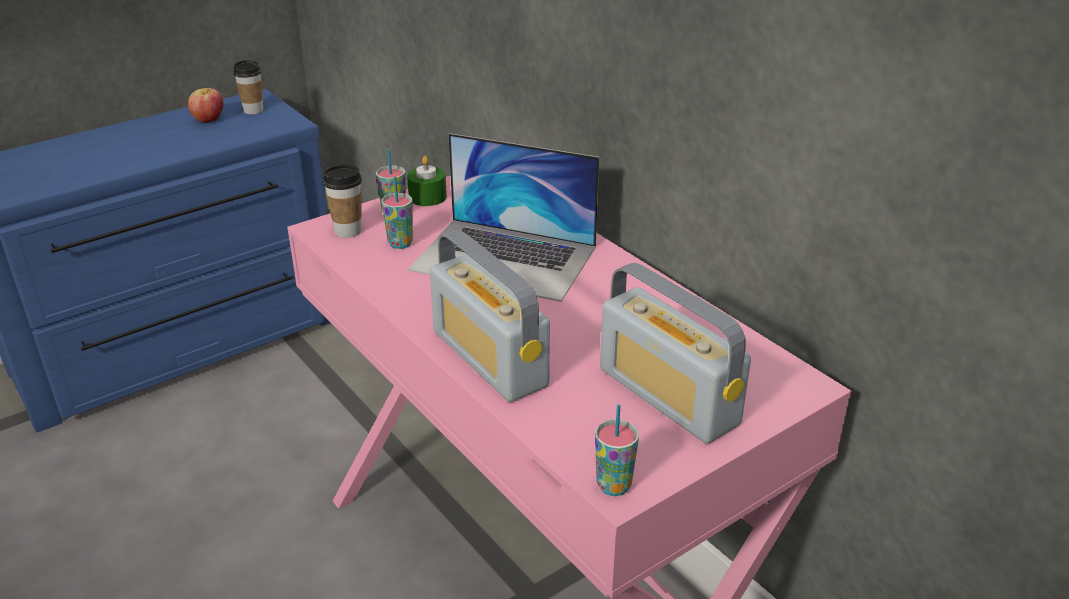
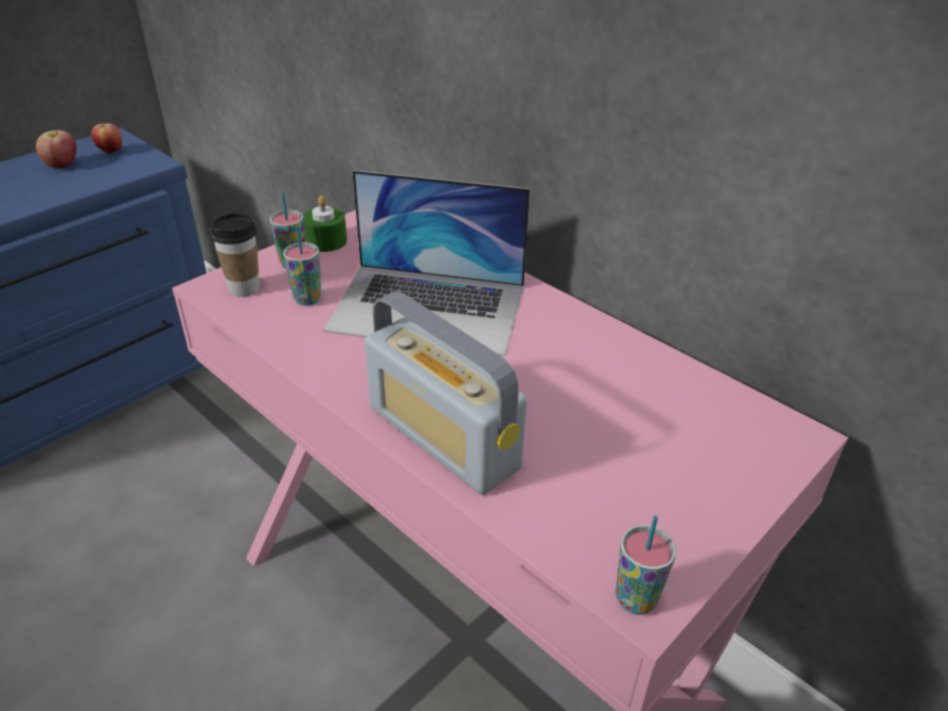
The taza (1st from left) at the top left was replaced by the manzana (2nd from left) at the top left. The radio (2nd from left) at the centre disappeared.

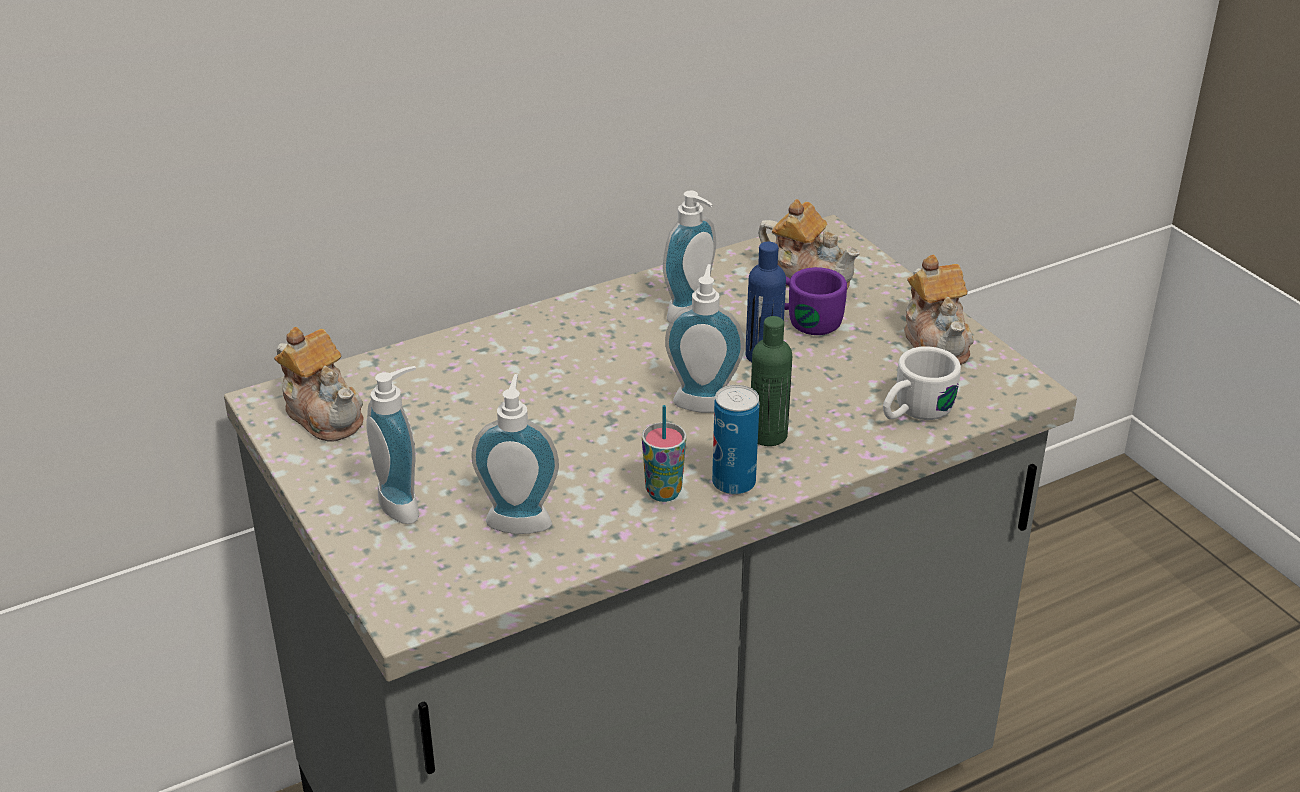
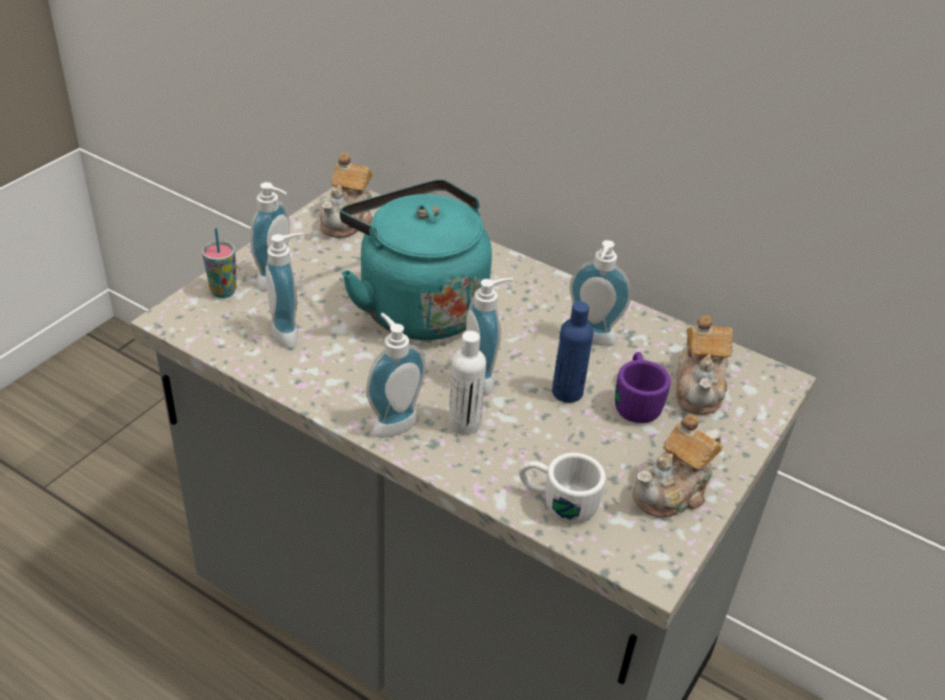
The taza moved from the centre to the middle left. The lata at the centre was replaced by the dispensador de jabón (3rd from left) at the centre. The botella/verde at the centre became the botella/blanco at the centre. The hervidor/turquesa at the centre appeared.

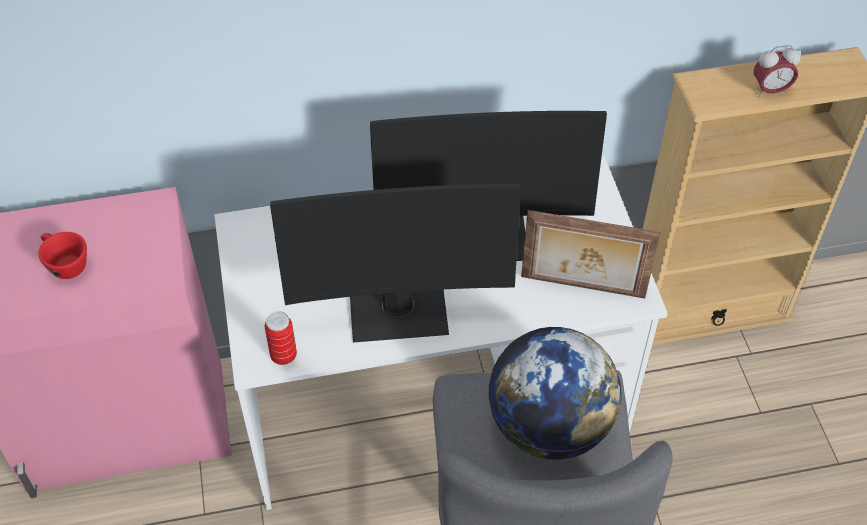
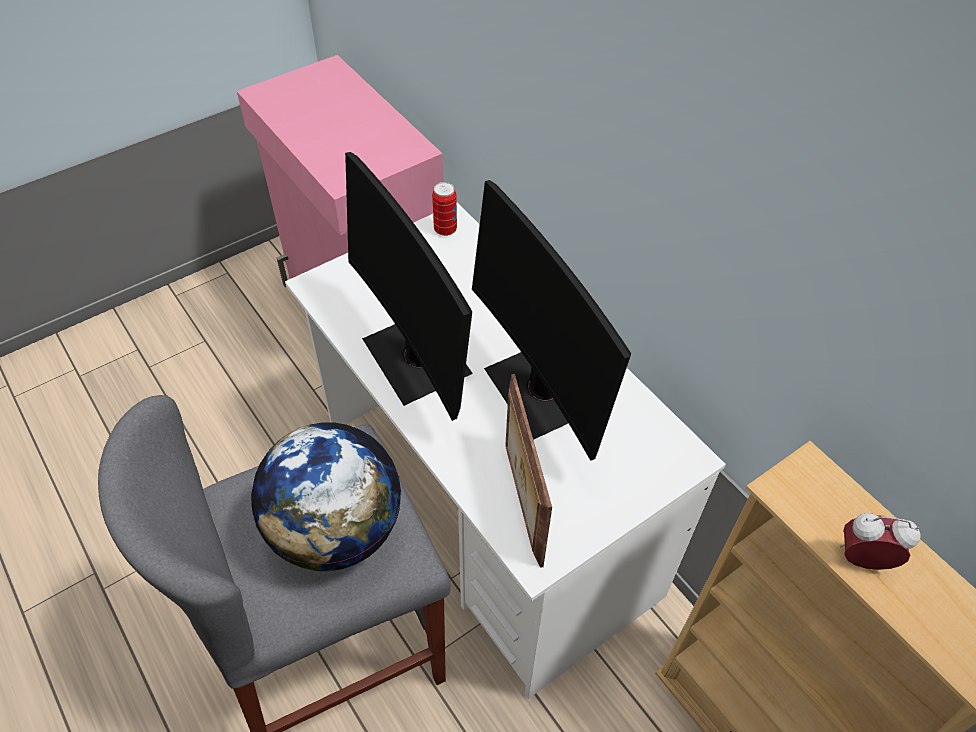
The taza/rojo at the middle left disappeared. The lata moved from the middle left to the top centre. The despertador at the top right turned 135 degrees clockwise.

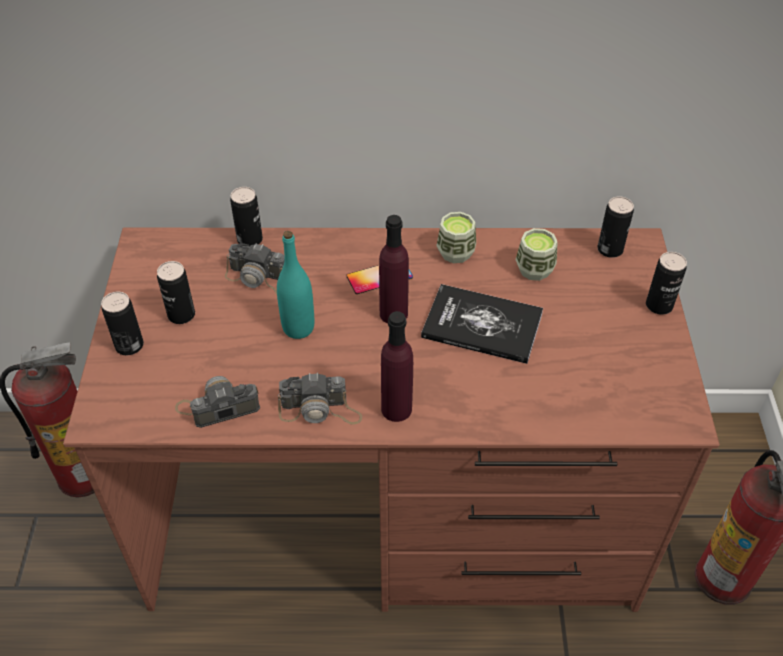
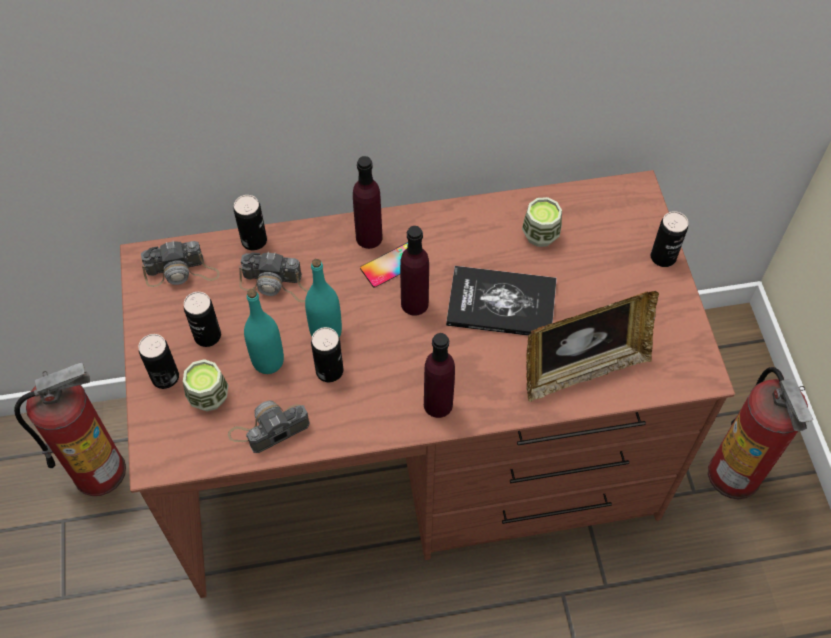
The cámara (3rd from left in the first image) moved from the centre to the middle left. The taza (1st from left) moved from the centre to the middle left. The lata (4th from left) moved from the middle right to the centre. The botella/turquesa (1st from left) at the middle left appeared. The botella/morado (1st from left) at the top centre appeared. The portarretratos at the middle right appeared.

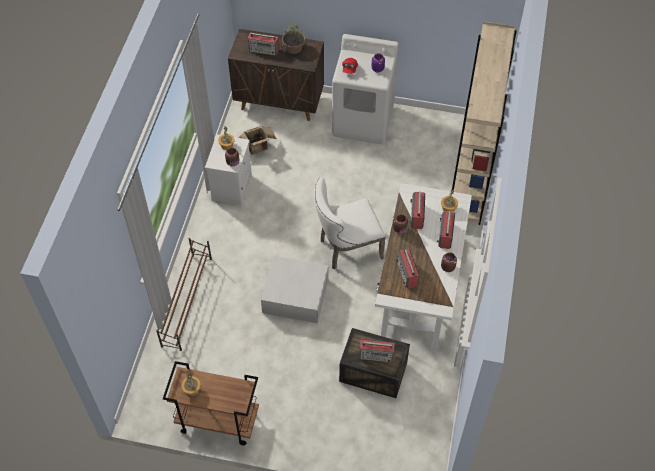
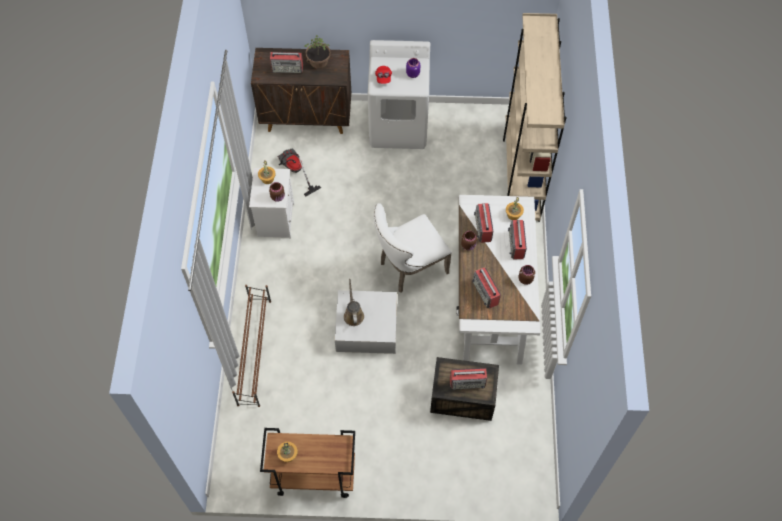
The caja de cartón at the top centre was replaced by the aspiradora at the top centre. The regadera/marrón at the centre appeared.

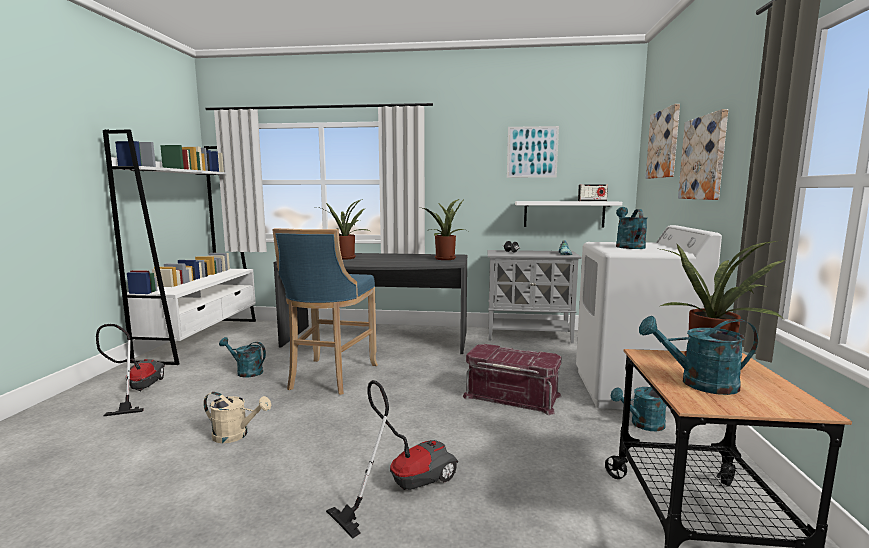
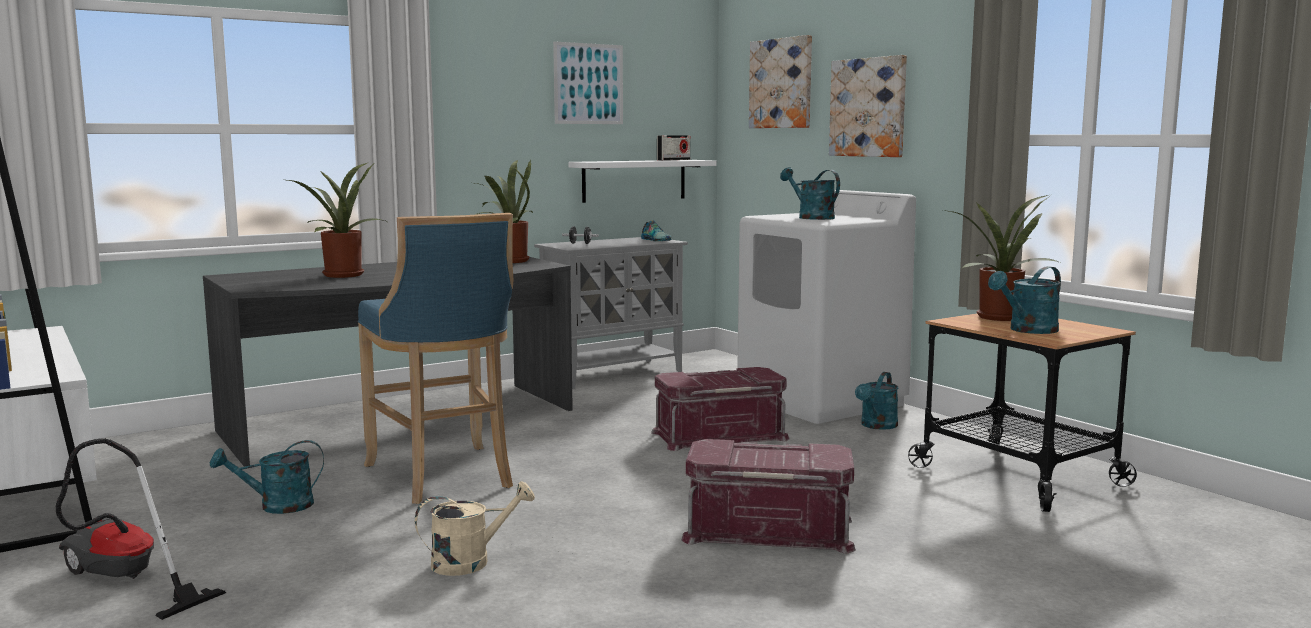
The aspiradora (2nd from left) at the bottom centre was replaced by the caja de almacenaje/rojo (2nd from left) at the bottom centre.

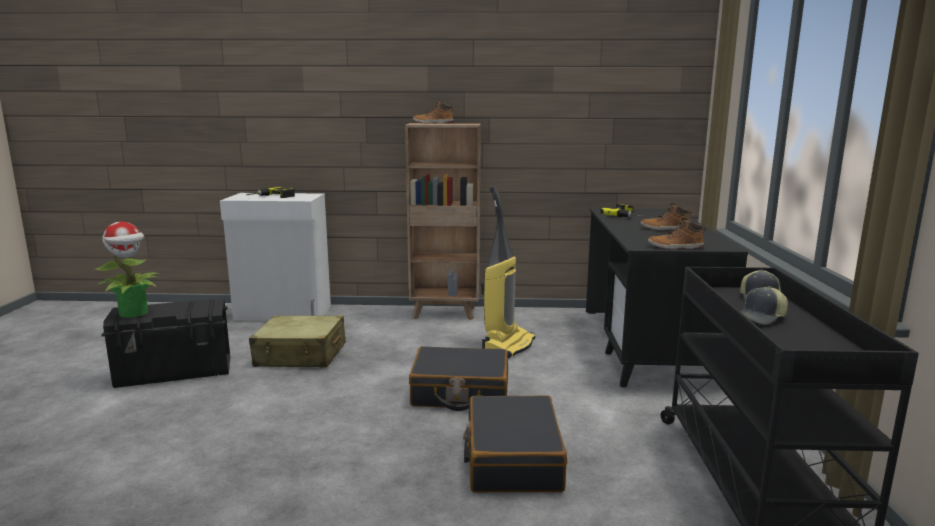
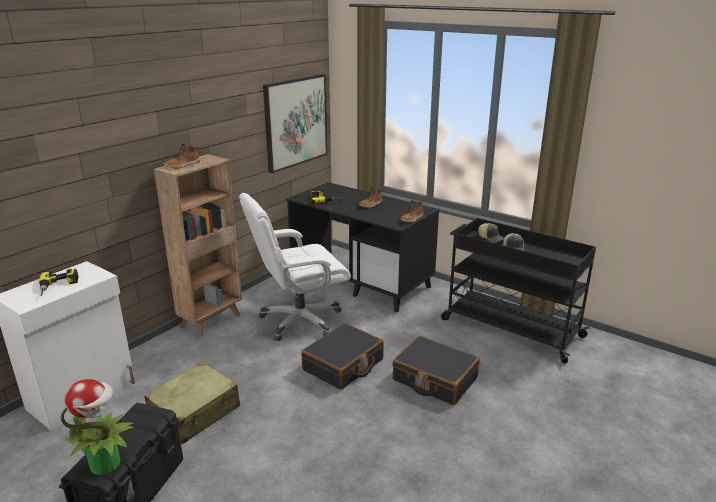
The aspiradora at the centre was replaced by the silla de oficina/blanco at the centre. The cuadro at the top centre appeared.

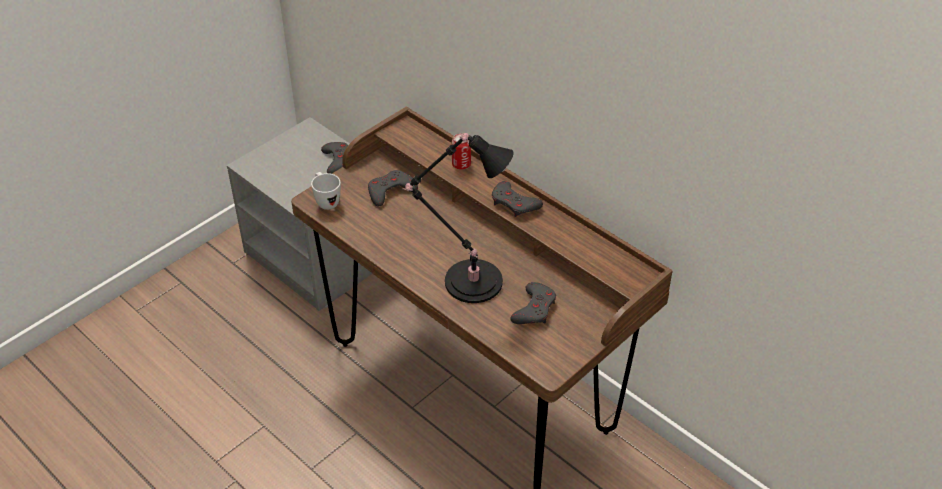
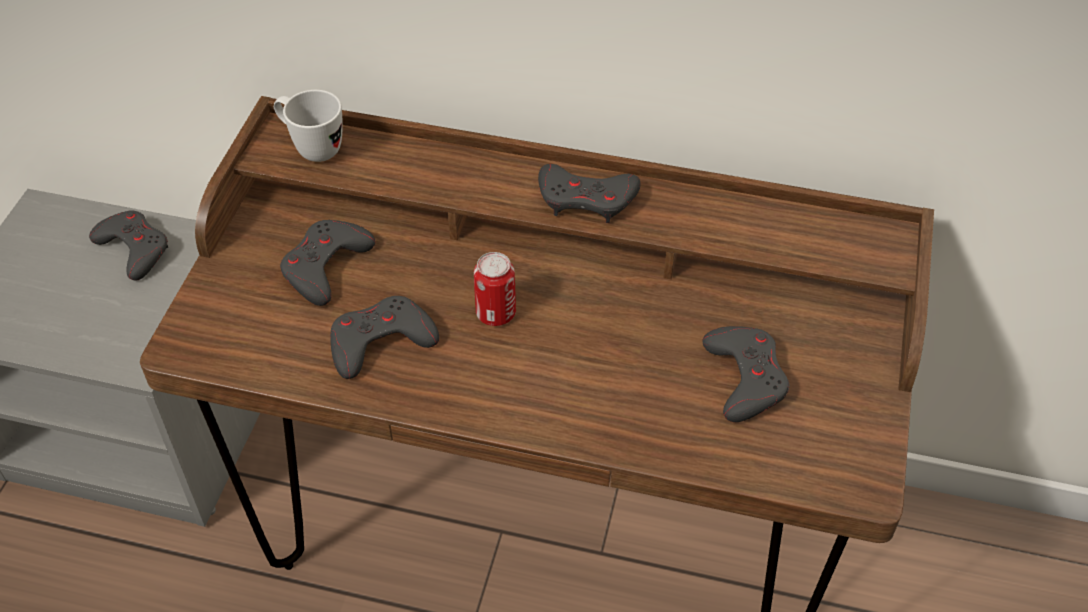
The taza grande/blanco moved from the centre to the top left. The lámpara de mesa/negro at the centre disappeared. The lata moved from the top centre to the centre. The mando de consola/gris (3rd from left) at the centre appeared.

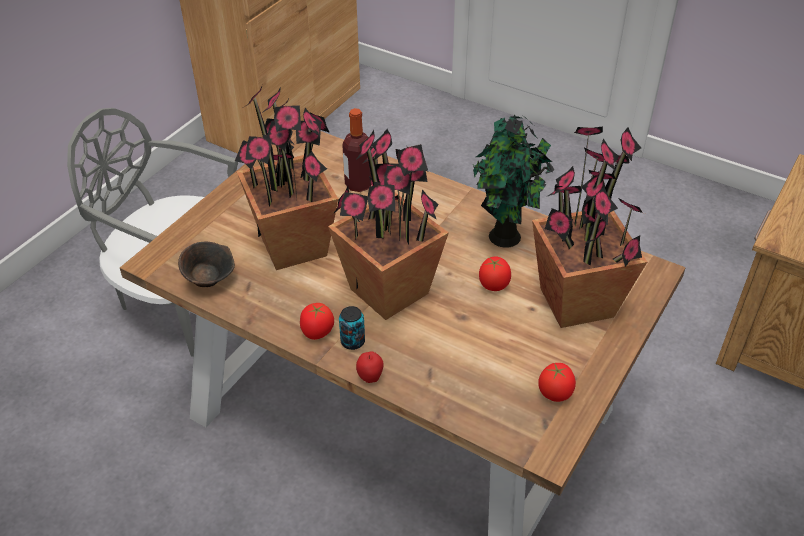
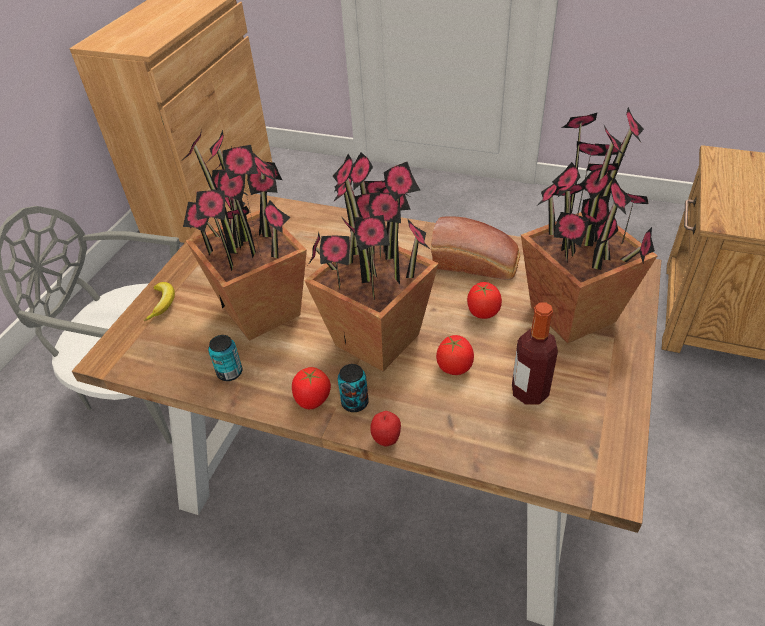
The cuenco/marrón at the middle left disappeared. The botella moved from the top centre to the middle right. The planta en maceta (3rd from left) at the centre was replaced by the pan at the centre. The tomate (3rd from left in the first image) moved from the bottom right to the centre. The plátano at the middle left appeared. The lata (1st from left) at the middle left appeared.

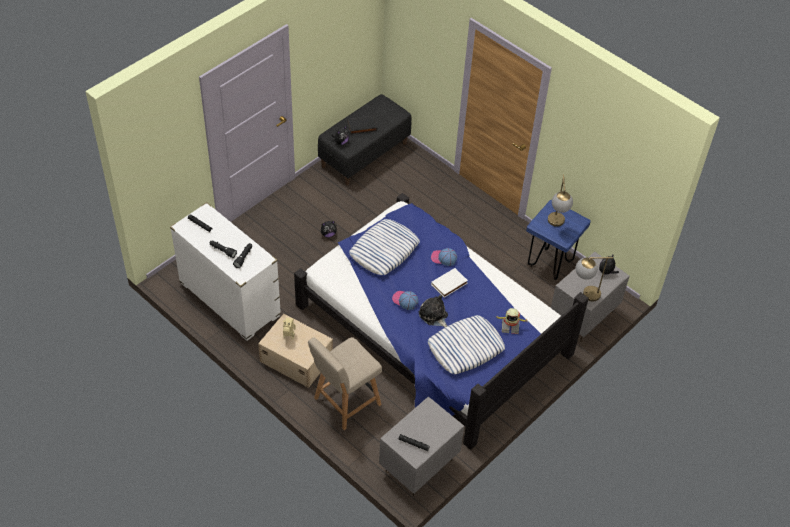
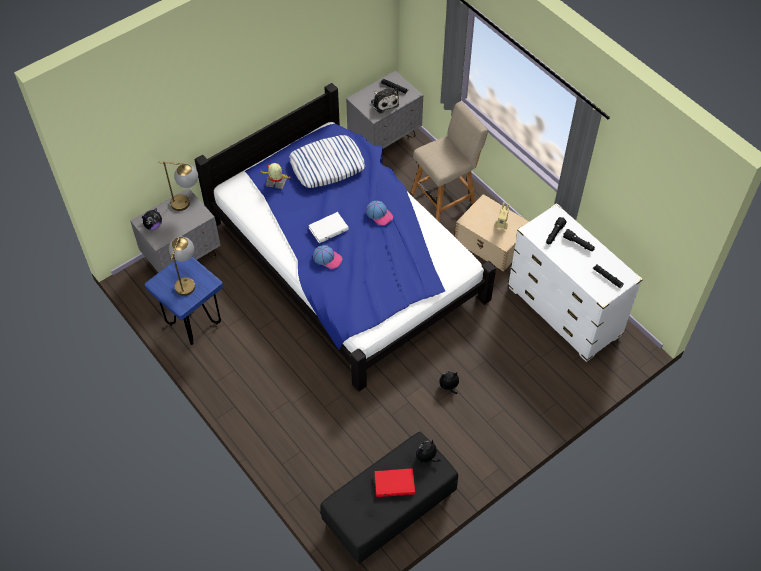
The libro/negro at the top centre became the libro/rojo at the bottom centre. The cojín (1st from left) at the centre disappeared. The peluche (3rd from left in the first image) moved from the centre to the top centre.

